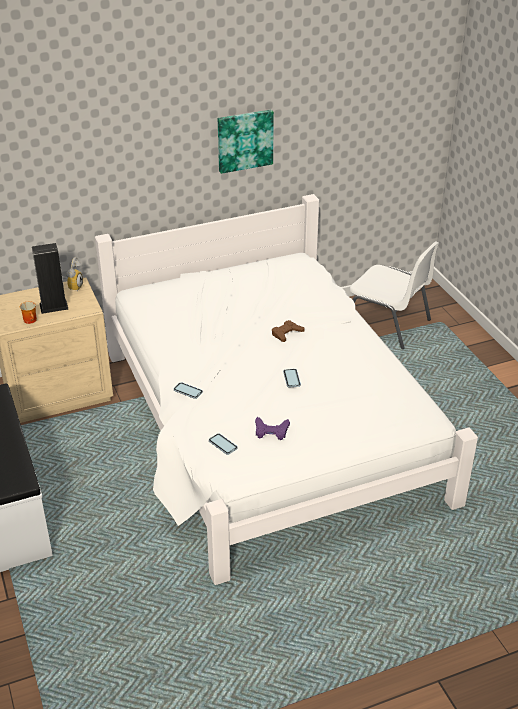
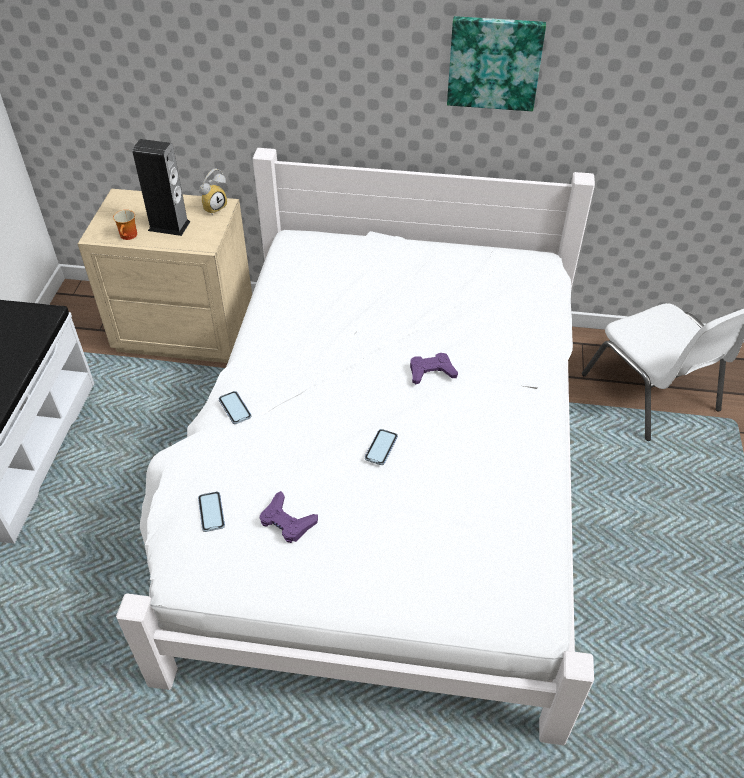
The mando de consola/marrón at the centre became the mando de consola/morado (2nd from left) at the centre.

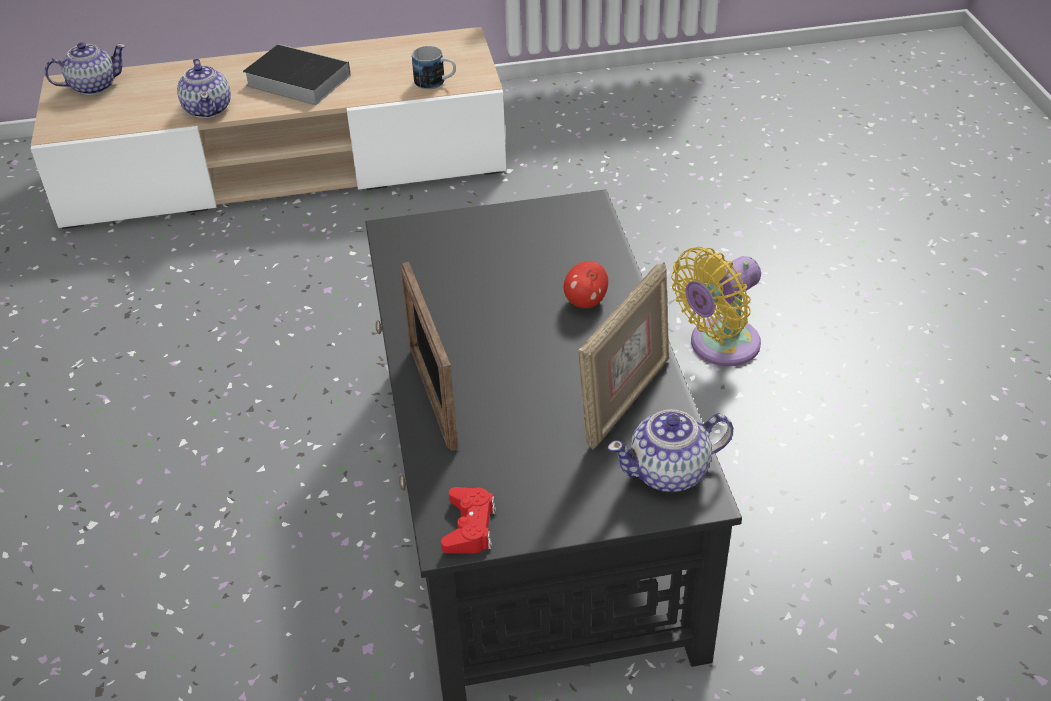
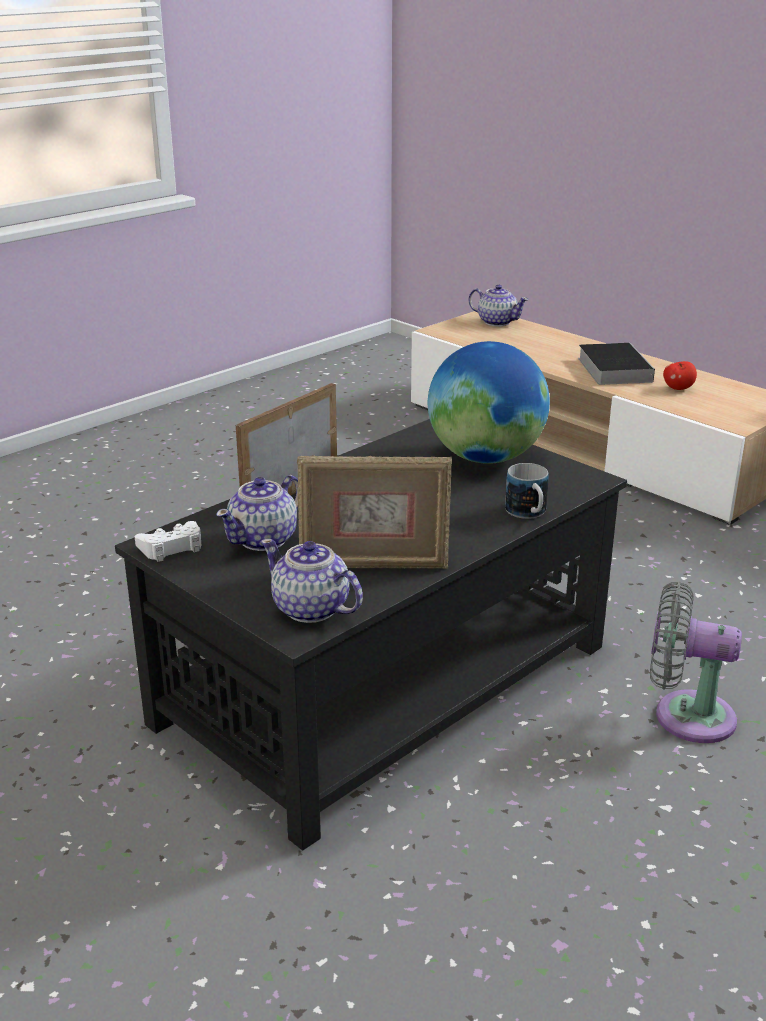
The tetera (2nd from left in the first image) moved from the top left to the centre. The taza grande moved from the top centre to the middle right. The mando de consola/rojo at the bottom centre became the mando de consola/blanco at the middle left. The manzana moved from the centre to the middle right. The ventilador/amarillo at the middle right became the ventilador/gris at the middle right. The globo terráqueo at the centre appeared.

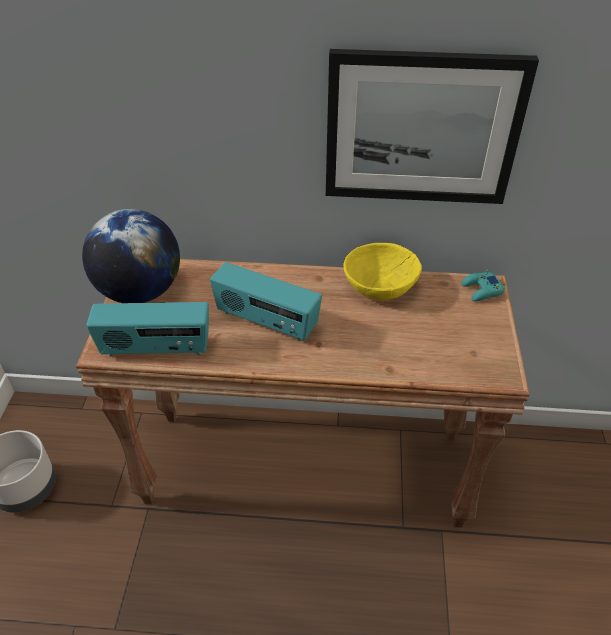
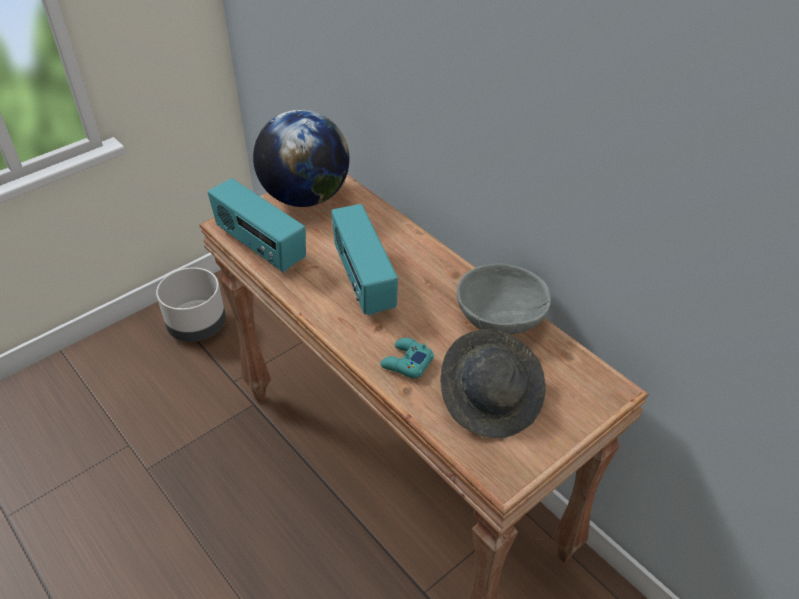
The cuadro at the top right disappeared. The cuenco/amarillo at the centre became the cuenco/gris at the centre. The mando de consola/turquesa moved from the middle right to the centre. The sombrero/gris at the centre appeared.

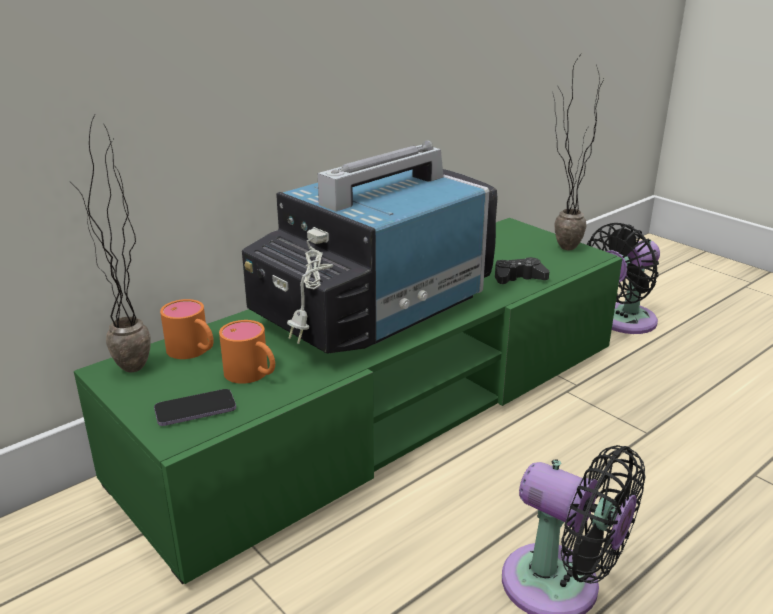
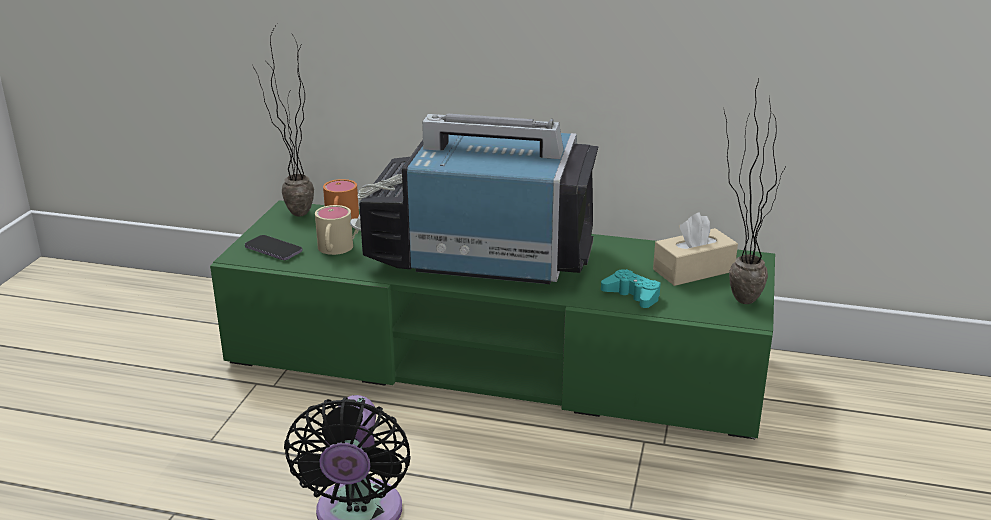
The taza grande/naranja (2nd from left) at the middle left became the taza grande/beis at the centre. The mando de consola/negro at the middle right became the mando de consola/turquesa at the centre. The ventilador/negro (2nd from left) at the middle right disappeared. The caja de pañuelos/beis at the middle right appeared.

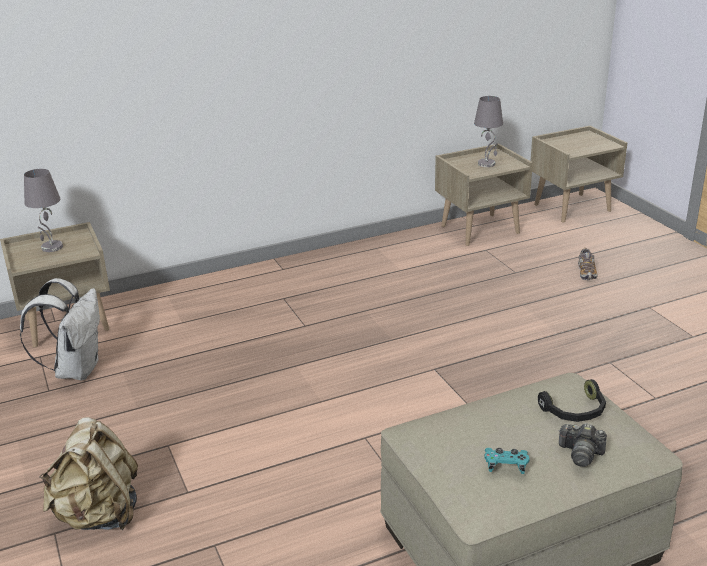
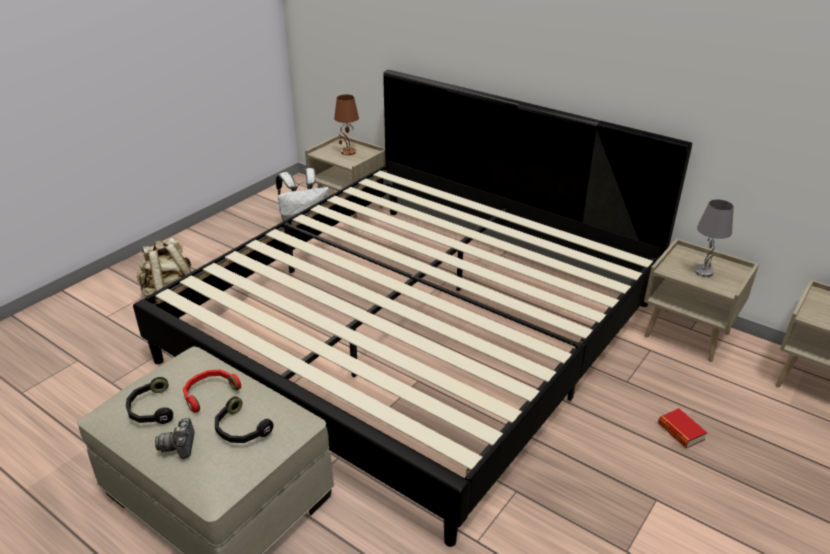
The lámpara de mesa/gris (1st from left) at the middle left became the lámpara de mesa/marrón at the top centre. The mando de consola/turquesa at the bottom right was replaced by the auriculares/negro (1st from left) at the bottom left. The zapato at the middle right was replaced by the libro at the bottom right. The cama at the centre appeared. The auriculares/rojo at the bottom left appeared.

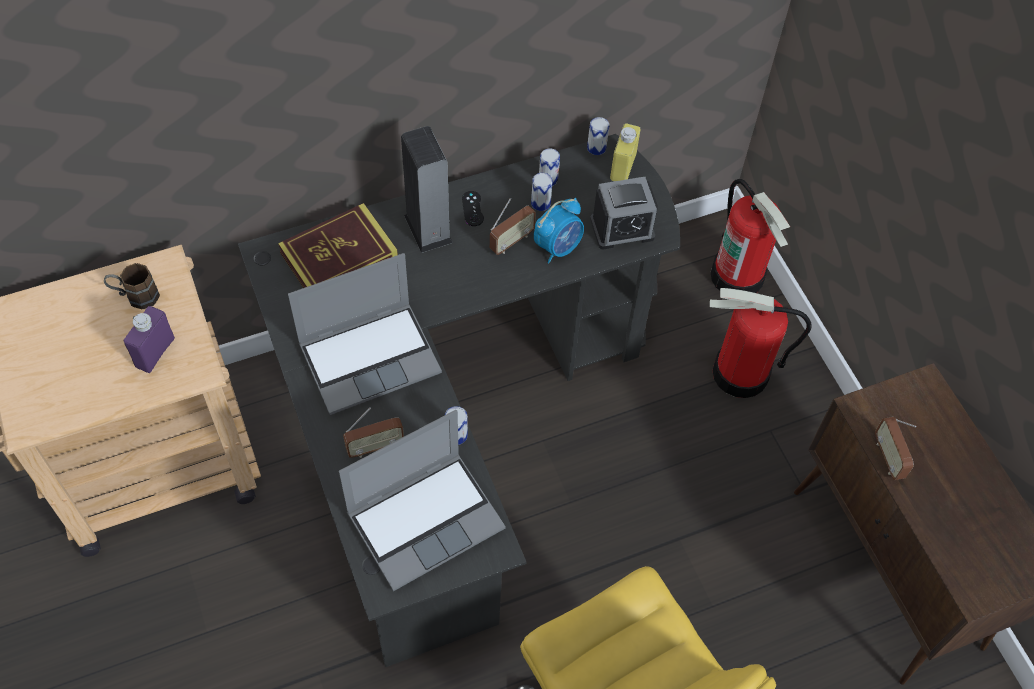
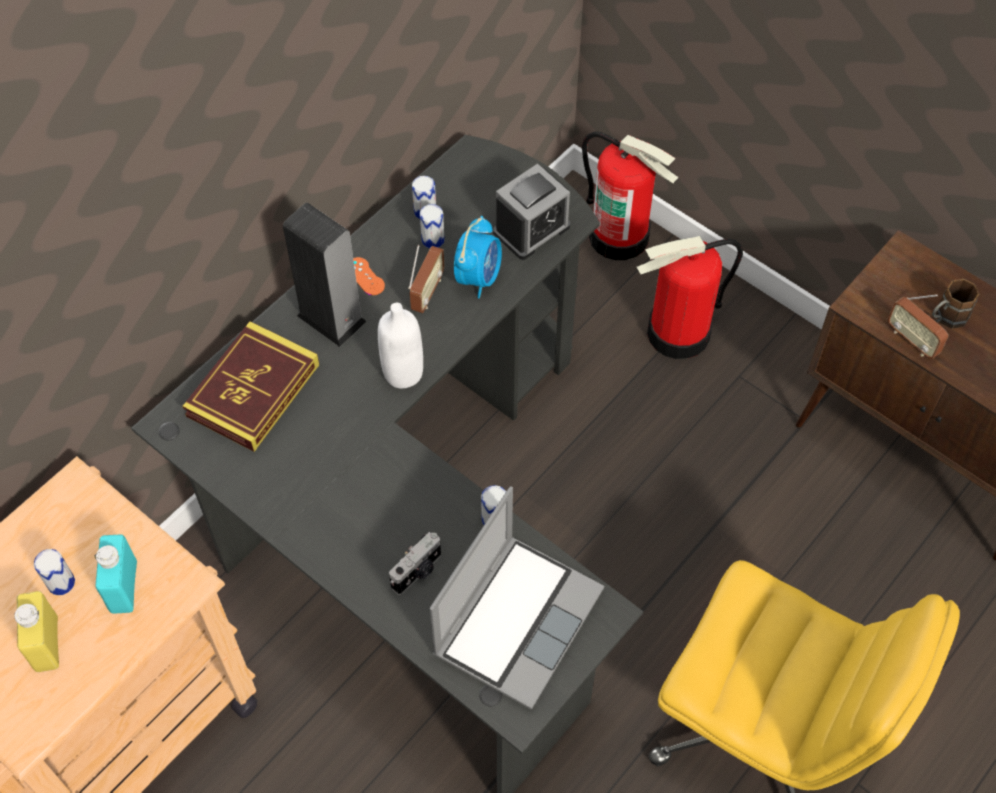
The taza grande/marrón moved from the middle left to the middle right. The botella/morado at the middle left became the botella/turquesa at the bottom left. The portátil (1st from left) at the centre disappeared. The radio (1st from left) at the centre was replaced by the cámara at the bottom centre. The mando de consola/negro at the top centre became the mando de consola/naranja at the centre. The lata (4th from left in the first image) moved from the top centre to the bottom left. The botella/amarillo moved from the top centre to the bottom left. The botella/blanco at the centre appeared.

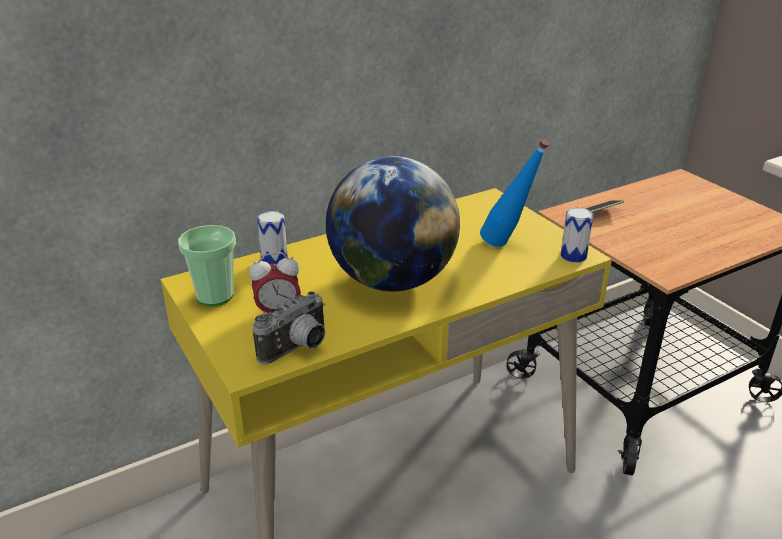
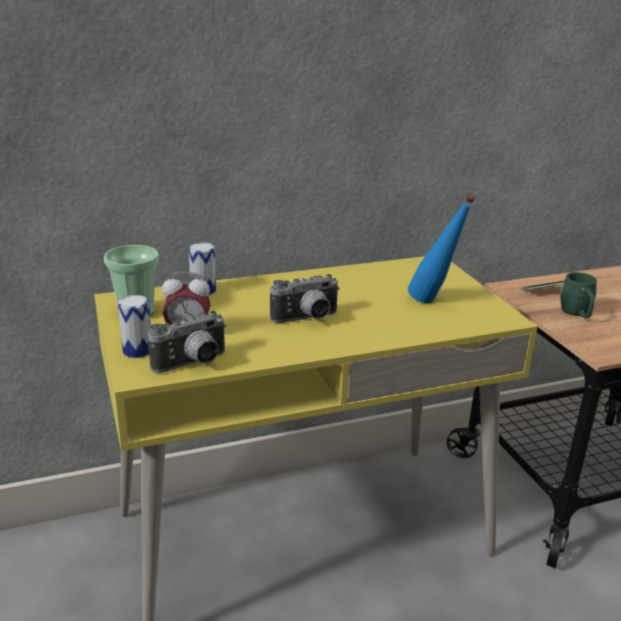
The globo terráqueo at the centre was replaced by the cámara (2nd from left) at the centre. The lata (2nd from left in the first image) moved from the middle right to the middle left. The taza grande/verde at the middle right appeared.

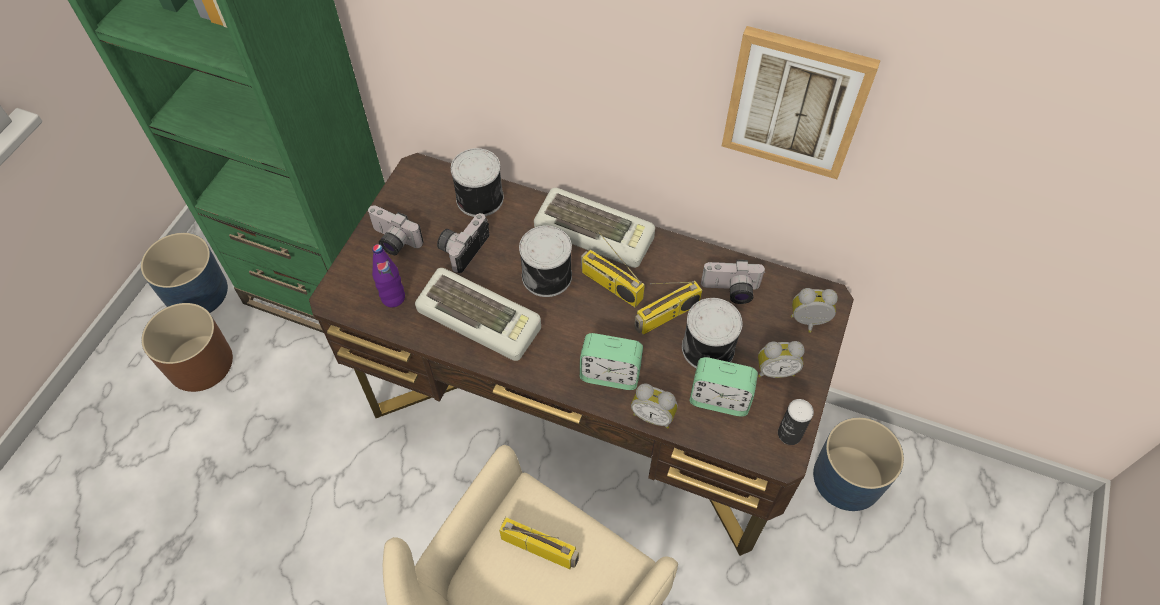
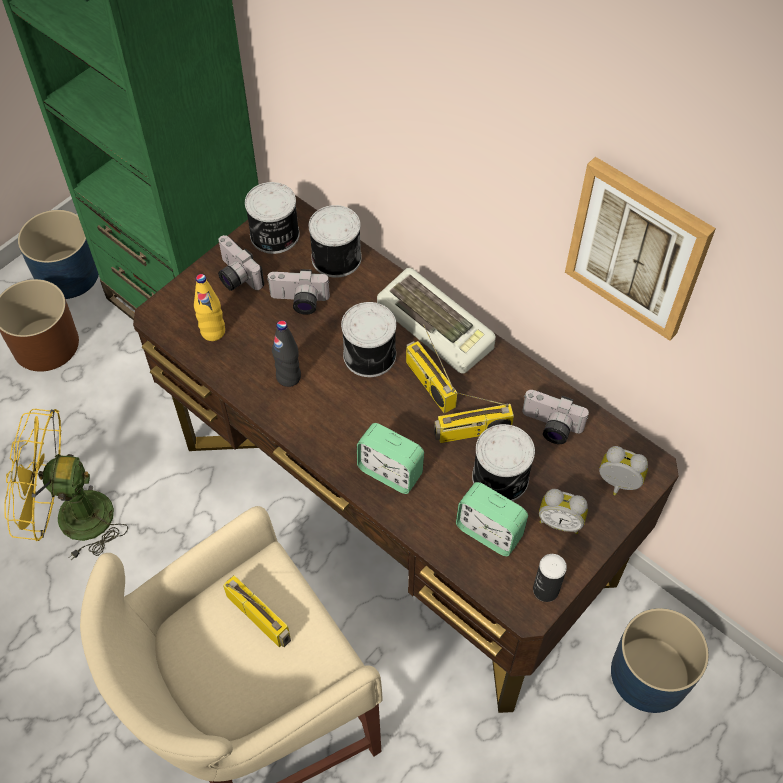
The botella/morado at the centre became the botella/amarillo at the middle left. The teclado (1st from left) at the centre was replaced by the botella/negro at the centre. The cámara (2nd from left) at the centre turned 135 degrees counterclockwise. The despertador (2nd from left) at the bottom centre disappeared. The ventilador/amarillo at the middle left appeared. The lata (1st from left) at the top centre appeared.

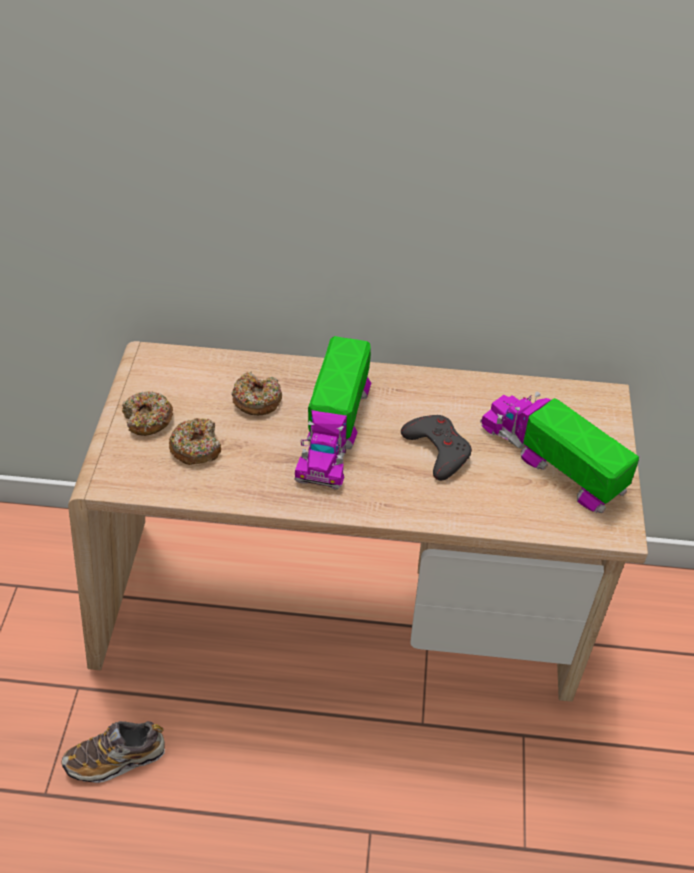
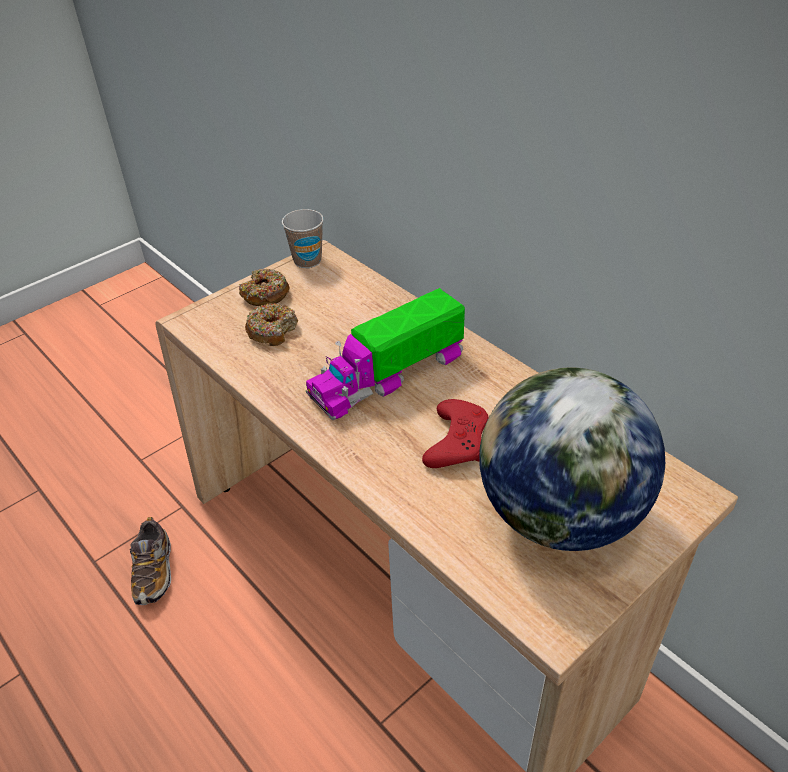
The zapato at the bottom left turned 120 degrees counterclockwise. The rosquilla (3rd from left) at the centre disappeared. The mando de consola/gris at the centre became the mando de consola/rojo at the centre. The camión de juguete (2nd from left) at the middle right was replaced by the globo terráqueo at the middle right. The taza at the top centre appeared.

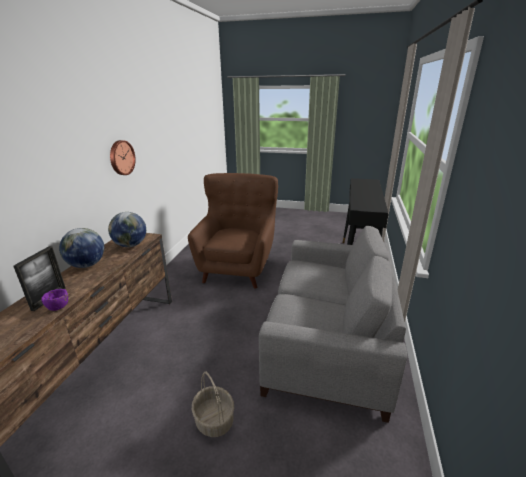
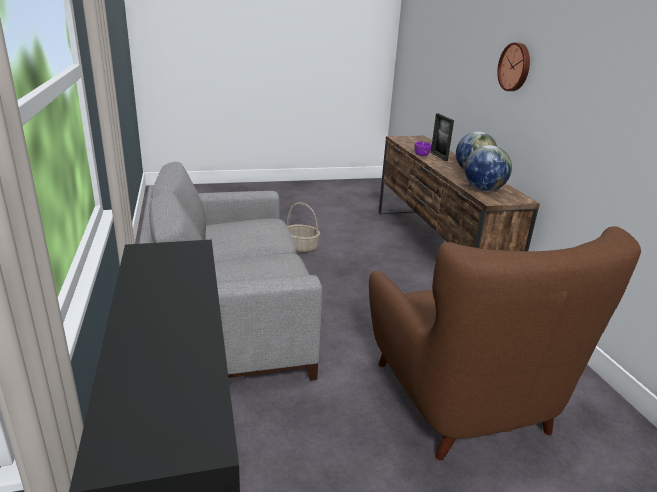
The reloj de pared moved from the top left to the top right.

